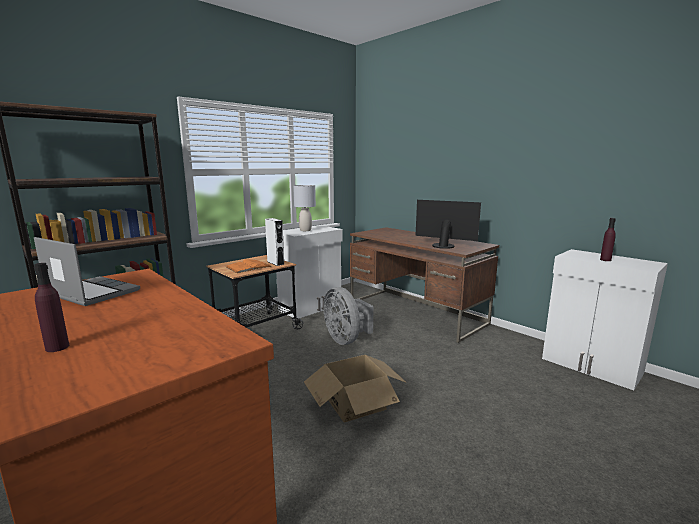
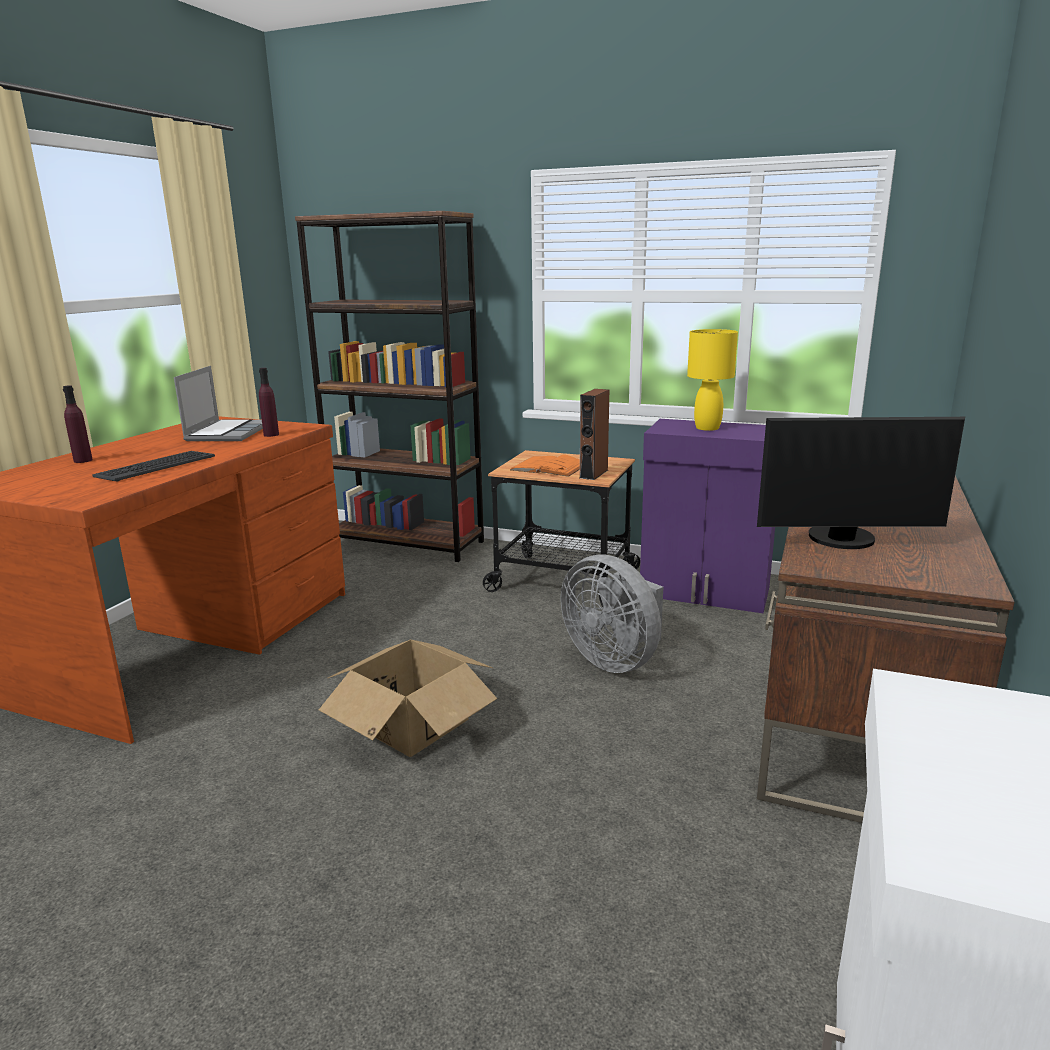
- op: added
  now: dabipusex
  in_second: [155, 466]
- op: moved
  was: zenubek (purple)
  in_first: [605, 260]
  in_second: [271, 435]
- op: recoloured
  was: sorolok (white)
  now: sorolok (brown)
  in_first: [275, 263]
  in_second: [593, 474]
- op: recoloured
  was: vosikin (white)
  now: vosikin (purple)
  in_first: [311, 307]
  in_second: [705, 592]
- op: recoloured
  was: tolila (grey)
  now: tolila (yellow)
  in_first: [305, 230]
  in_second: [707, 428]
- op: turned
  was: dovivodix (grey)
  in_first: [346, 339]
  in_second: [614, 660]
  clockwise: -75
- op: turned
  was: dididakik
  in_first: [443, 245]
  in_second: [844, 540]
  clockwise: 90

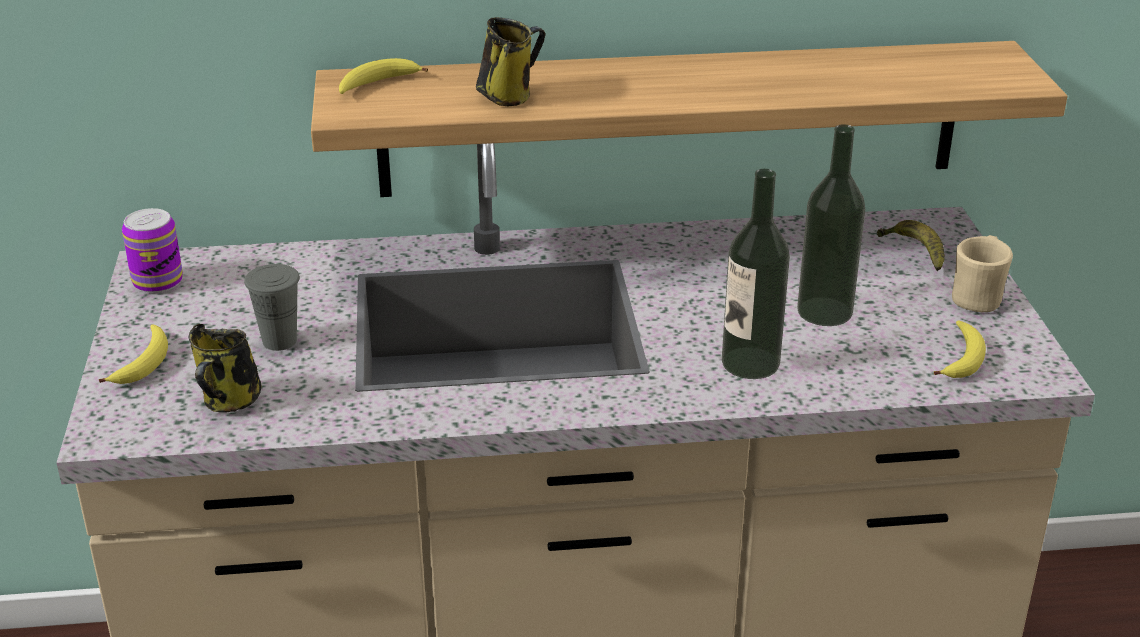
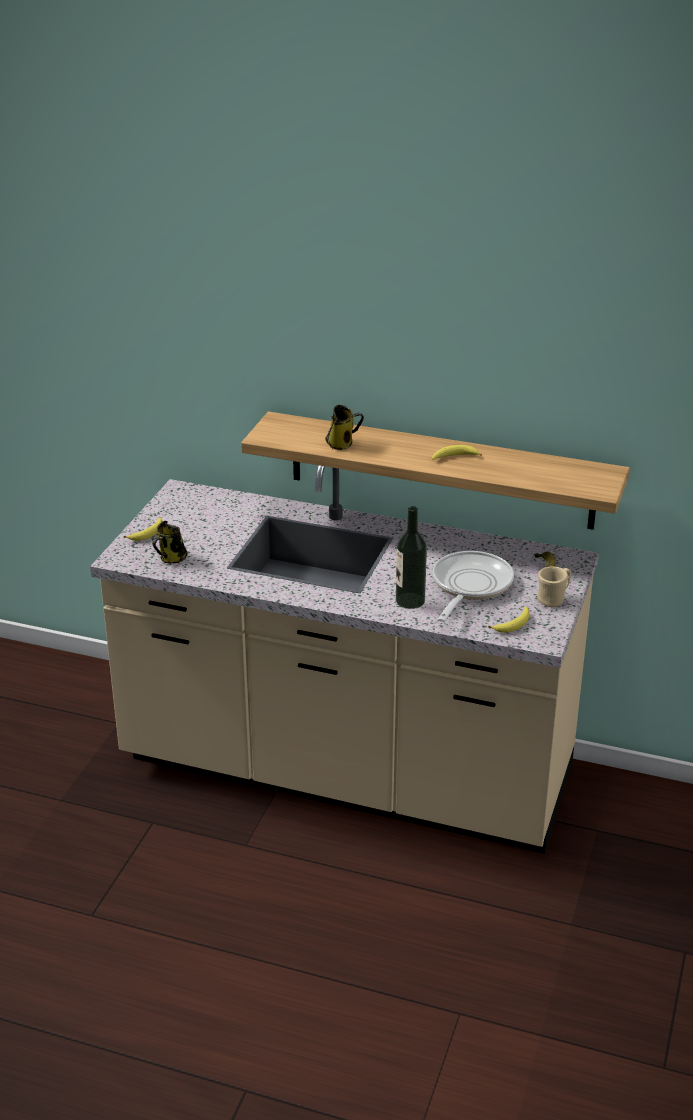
- op: removed
  was: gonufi
  in_first: [158, 282]
- op: removed
  was: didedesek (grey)
  in_first: [279, 341]
- op: moved
  was: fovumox
  in_first: [377, 85]
  in_second: [454, 457]
- op: replaced
  was: zenubek
  now: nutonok
  in_first: [824, 311]
  in_second: [469, 586]

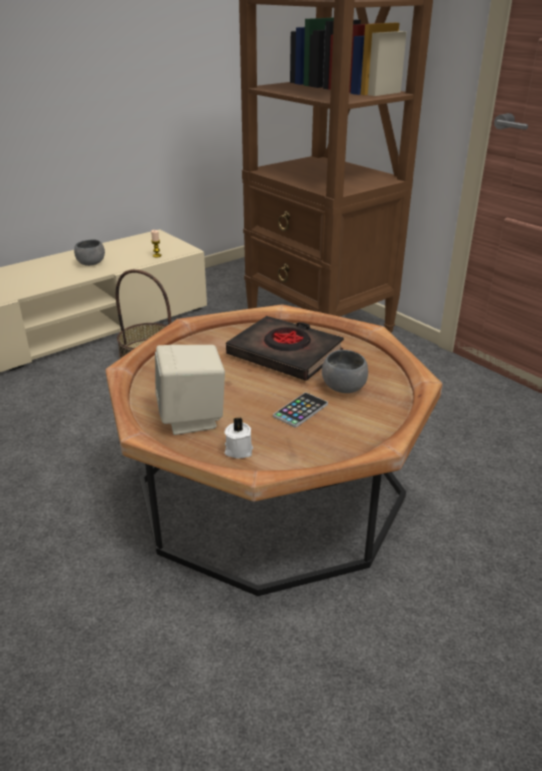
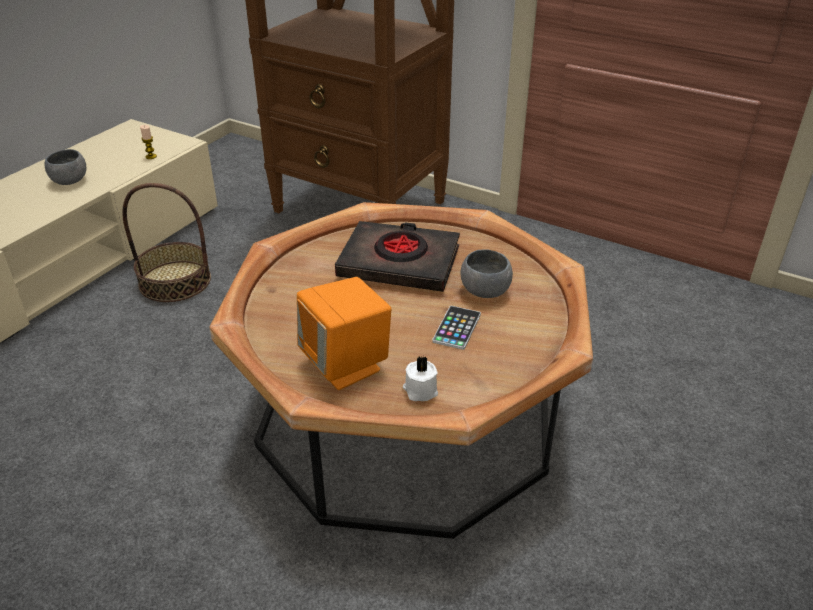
- op: recoloured
  was: sorolok (beige)
  now: sorolok (orange)
  in_first: [192, 418]
  in_second: [346, 365]

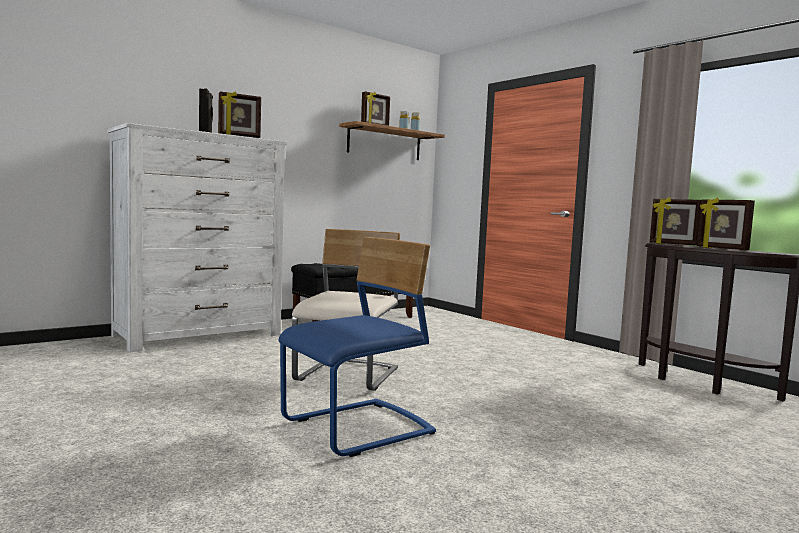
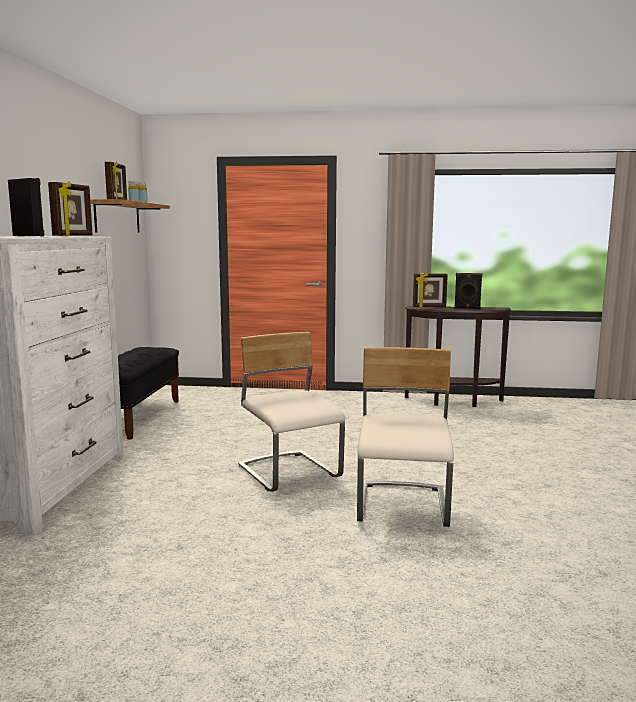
- op: replaced
  was: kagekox
  now: sorolok (black)
  in_first: [721, 248]
  in_second: [467, 308]
- op: recoloured
  was: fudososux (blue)
  now: fudososux (beige)
  in_first: [358, 429]
  in_second: [403, 507]

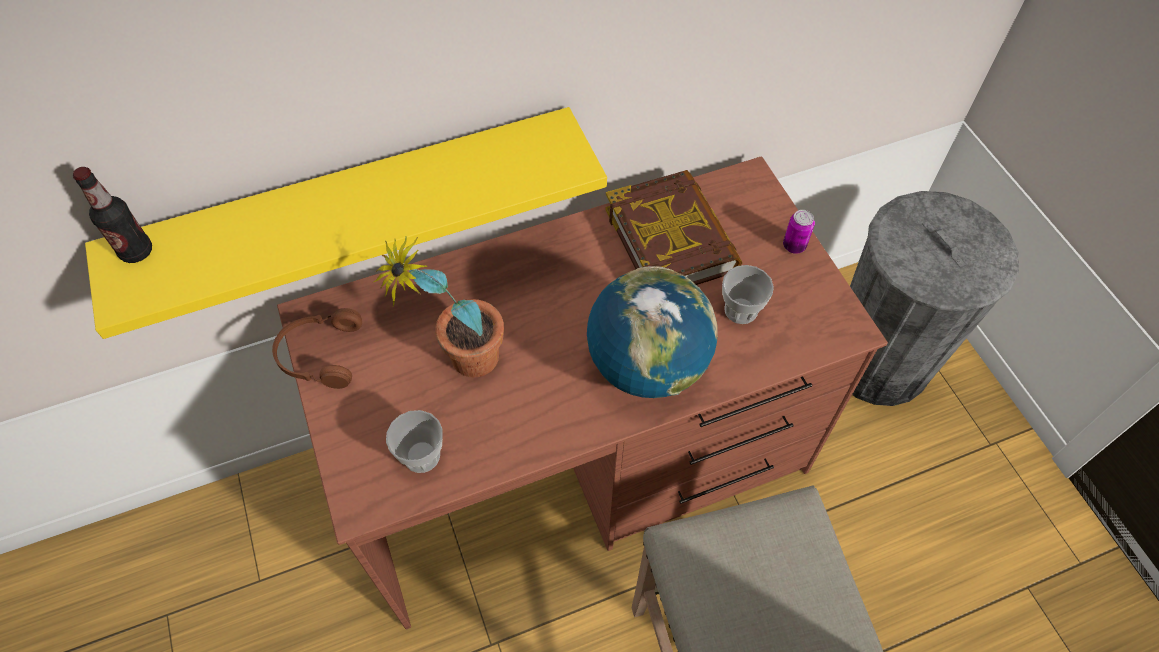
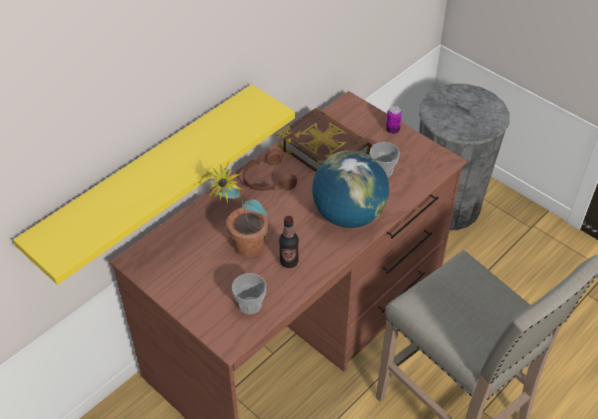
- op: moved
  was: zenubek
  in_first: [136, 251]
  in_second: [289, 262]
- op: moved
  was: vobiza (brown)
  in_first: [319, 355]
  in_second: [267, 180]

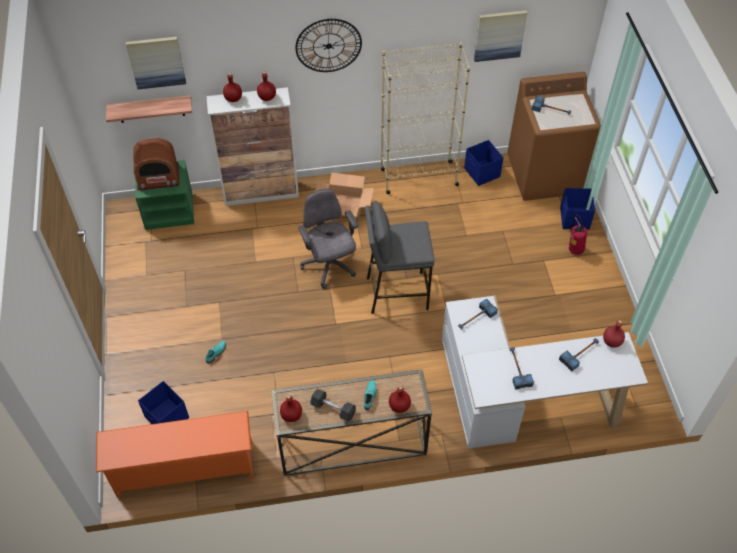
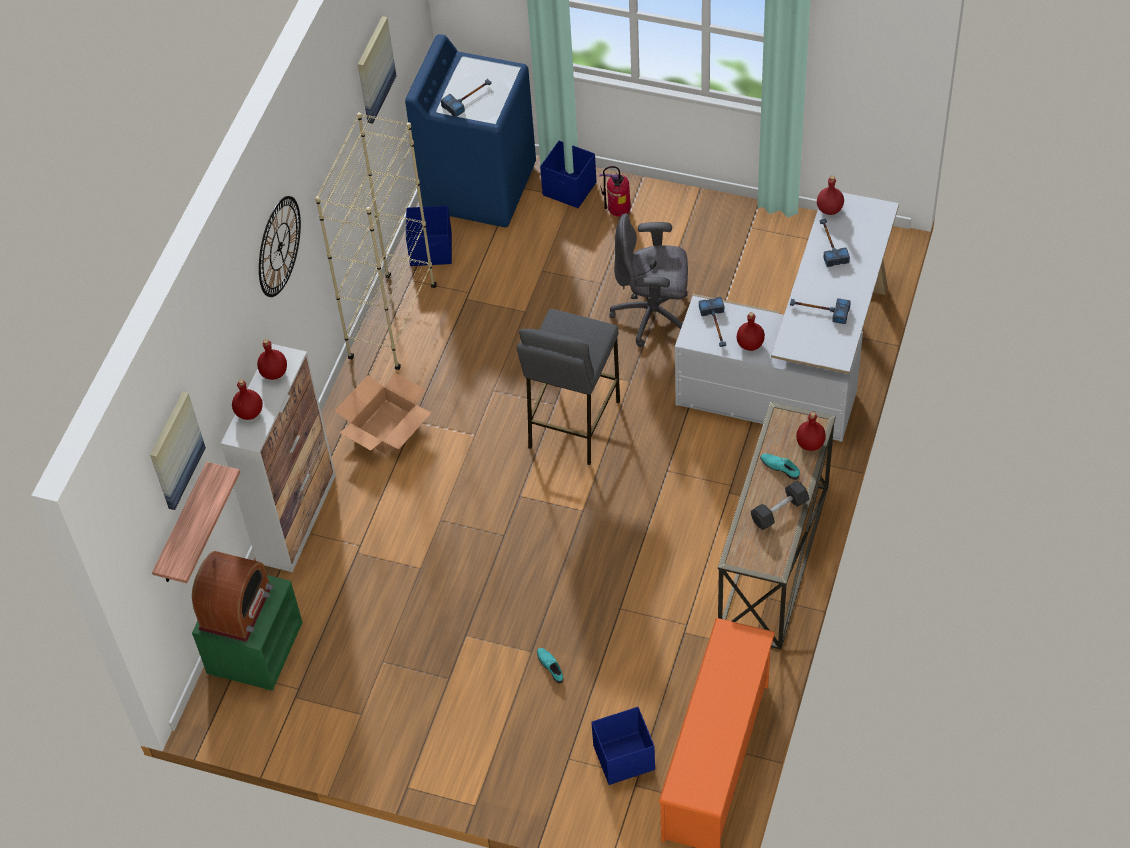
- op: moved
  was: zenubek (red)
  in_first: [291, 415]
  in_second: [749, 344]
- op: moved
  was: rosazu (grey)
  in_first: [329, 266]
  in_second: [653, 315]
- op: recoloured
  was: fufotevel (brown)
  now: fufotevel (blue)
  in_first: [544, 174]
  in_second: [479, 186]

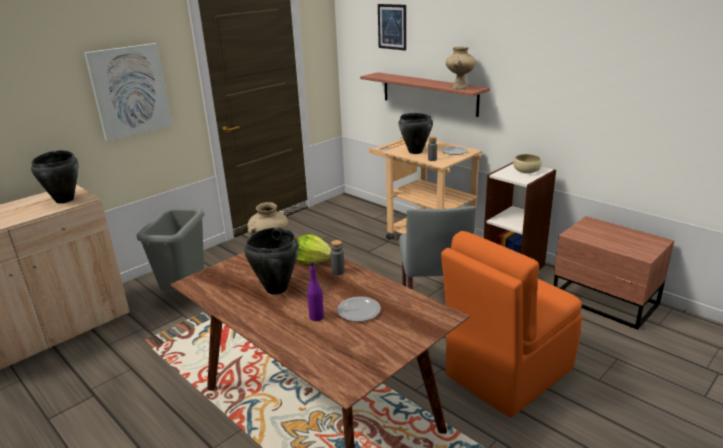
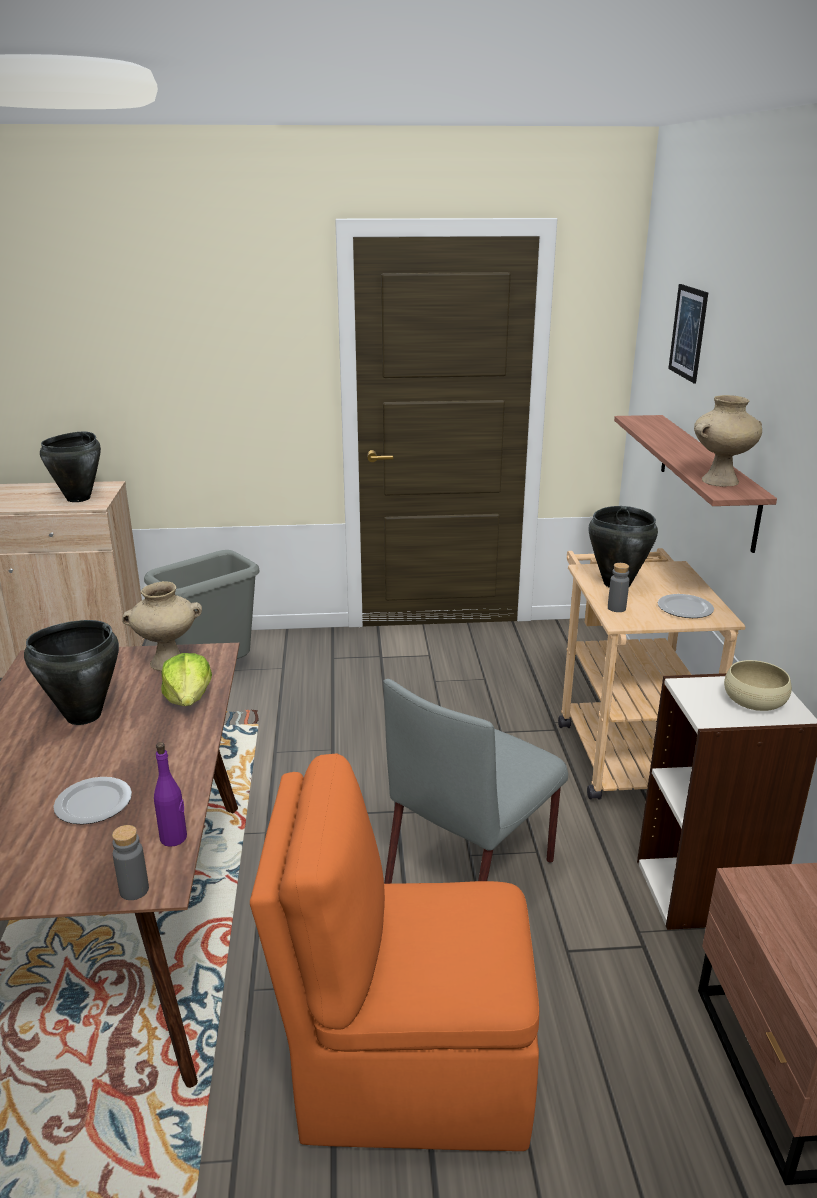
- op: removed
  was: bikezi
  in_first: [130, 91]
- op: moved
  was: zenubek (purple)
  in_first: [317, 317]
  in_second: [174, 838]
- op: moved
  was: zenubek (grey)
  in_first: [338, 272]
  in_second: [134, 890]

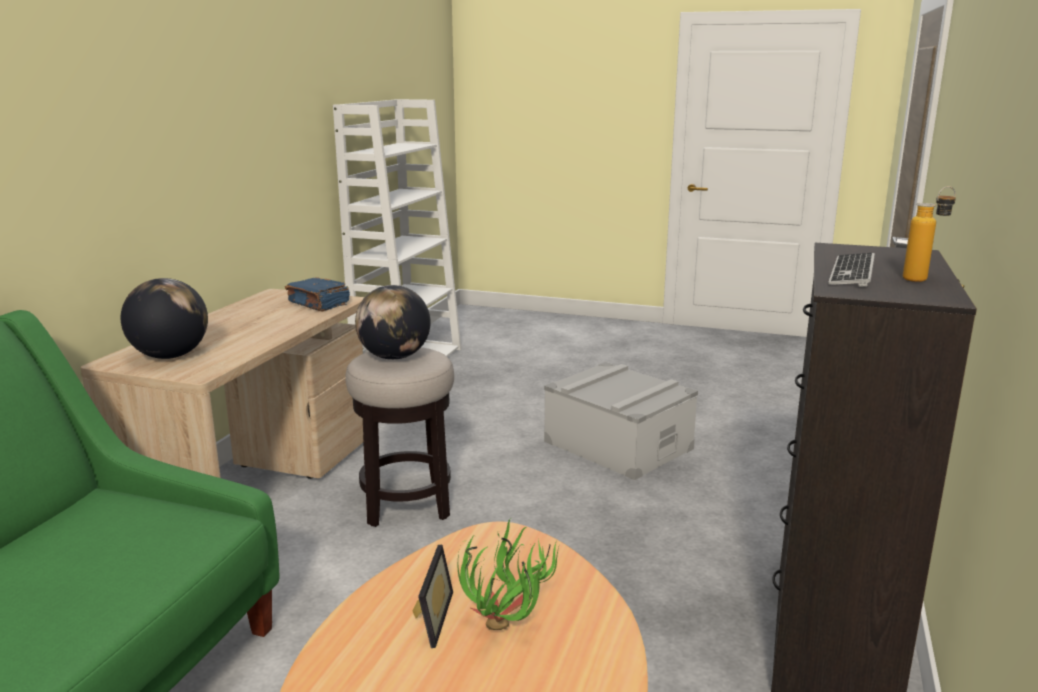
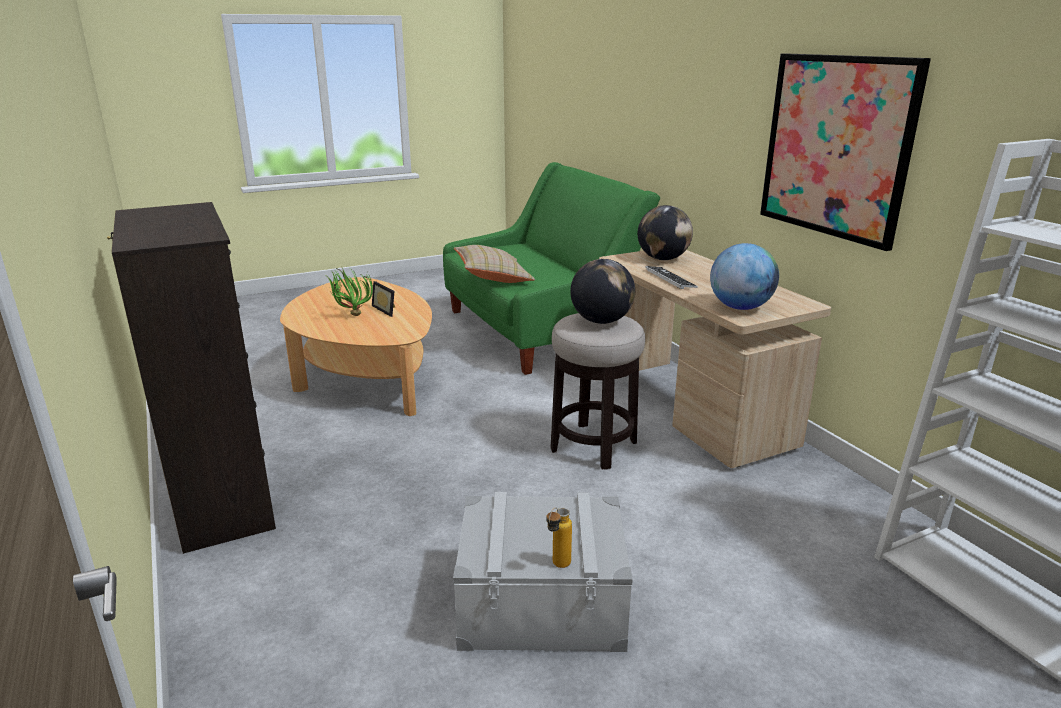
- op: added
  now: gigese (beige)
  in_second: [492, 278]
- op: added
  now: bikezi
  in_second: [836, 147]
- op: moved
  was: dabipusex
  in_first: [852, 272]
  in_second: [670, 278]
- op: moved
  was: zenubek
  in_first: [923, 279]
  in_second: [557, 567]
- op: replaced
  was: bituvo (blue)
  now: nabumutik
  in_first: [319, 304]
  in_second: [740, 307]

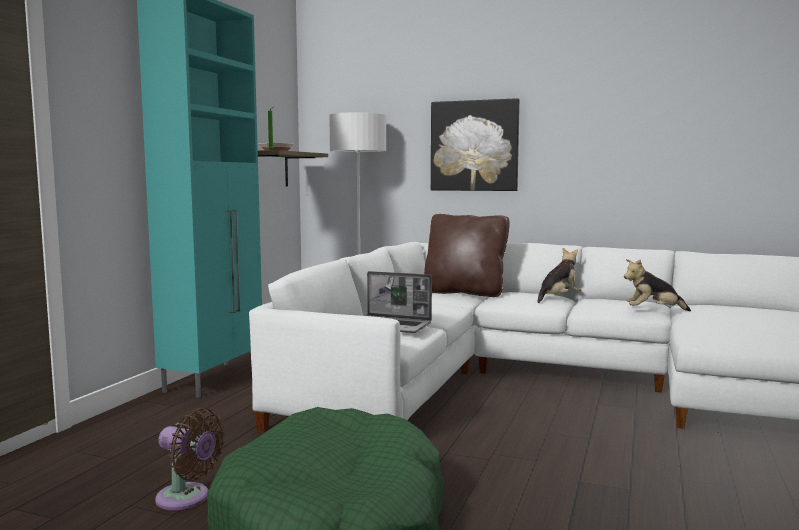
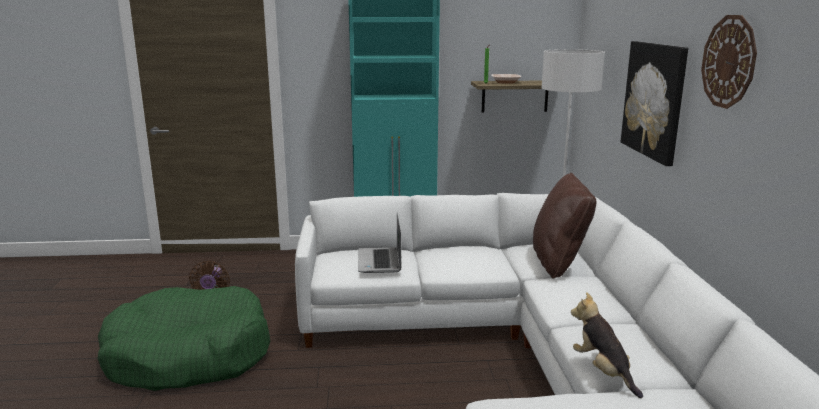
- op: removed
  was: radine
  in_first: [558, 298]
- op: added
  now: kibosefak
  in_second: [729, 61]

